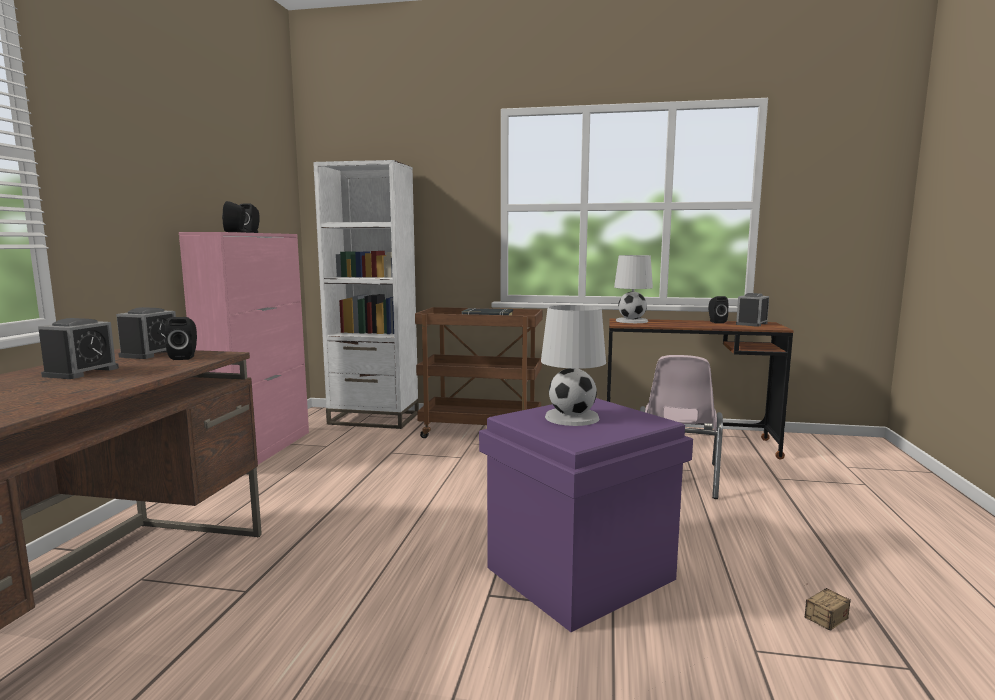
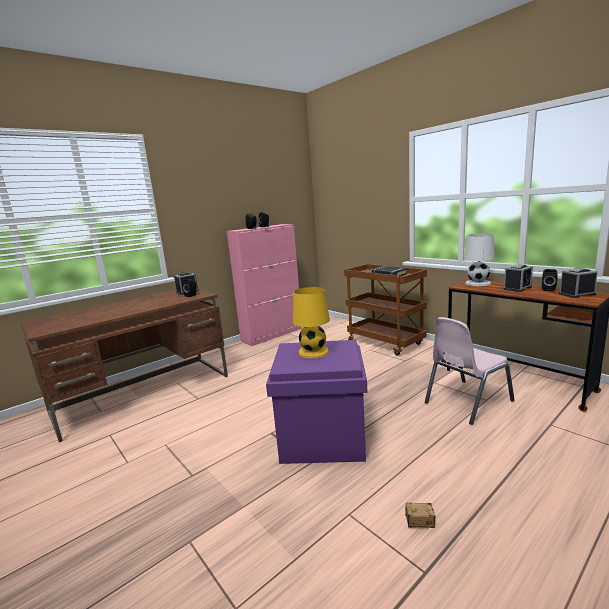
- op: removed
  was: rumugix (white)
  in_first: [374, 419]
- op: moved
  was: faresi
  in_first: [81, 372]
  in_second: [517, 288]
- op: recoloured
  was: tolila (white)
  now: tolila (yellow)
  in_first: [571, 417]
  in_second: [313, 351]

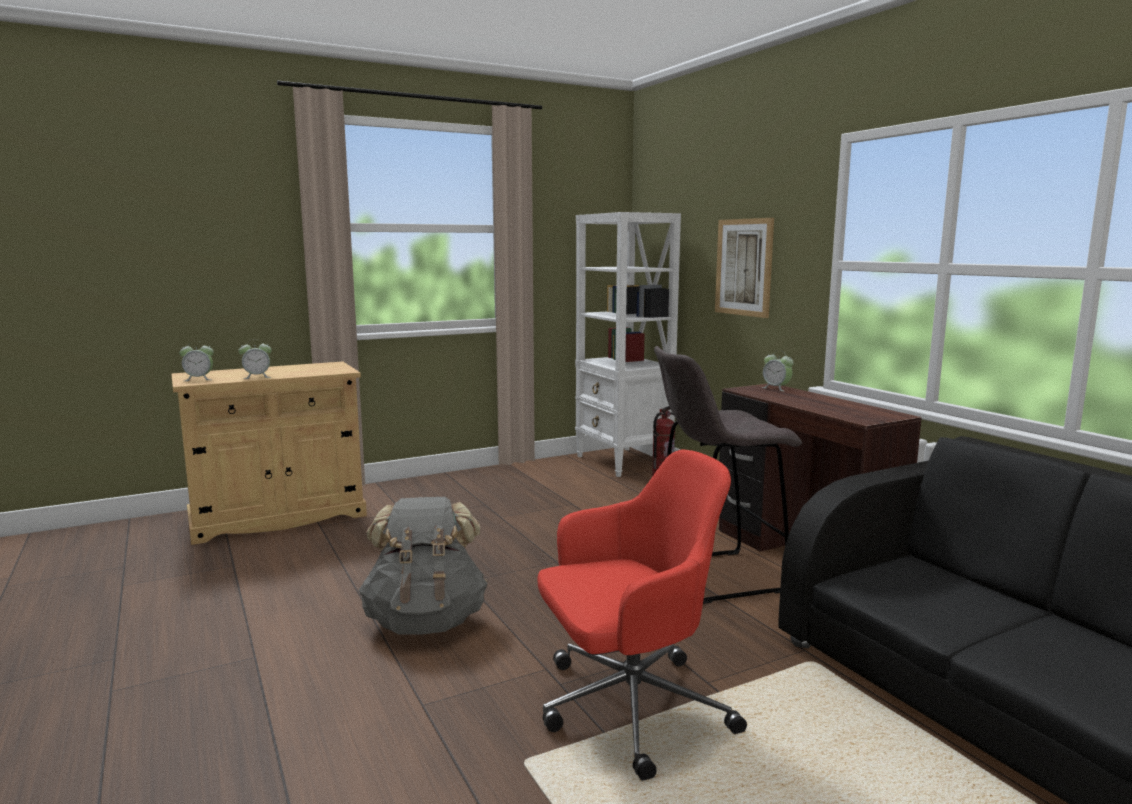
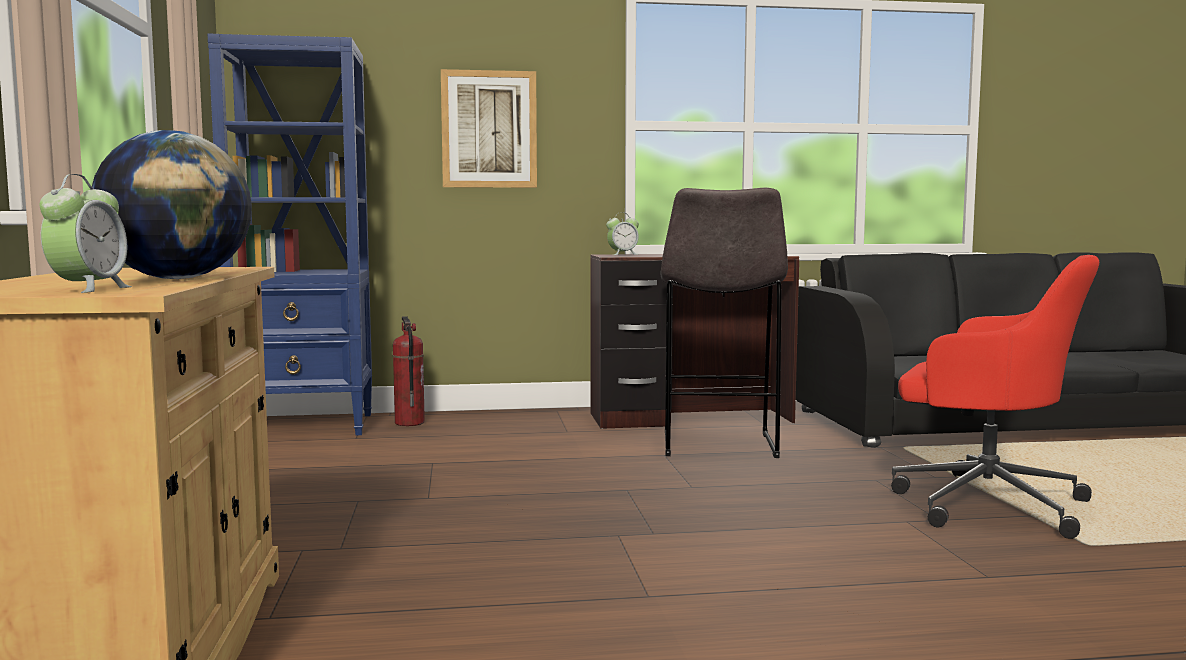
- op: removed
  was: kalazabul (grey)
  in_first: [426, 621]
- op: replaced
  was: faresi
  now: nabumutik
  in_first: [257, 377]
  in_second: [177, 279]
- op: recoloured
  was: rumugix (white)
  now: rumugix (blue)
  in_first: [623, 462]
  in_second: [306, 426]
- op: turned
  was: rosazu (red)
  in_first: [629, 708]
  in_second: [984, 503]
  clockwise: 120

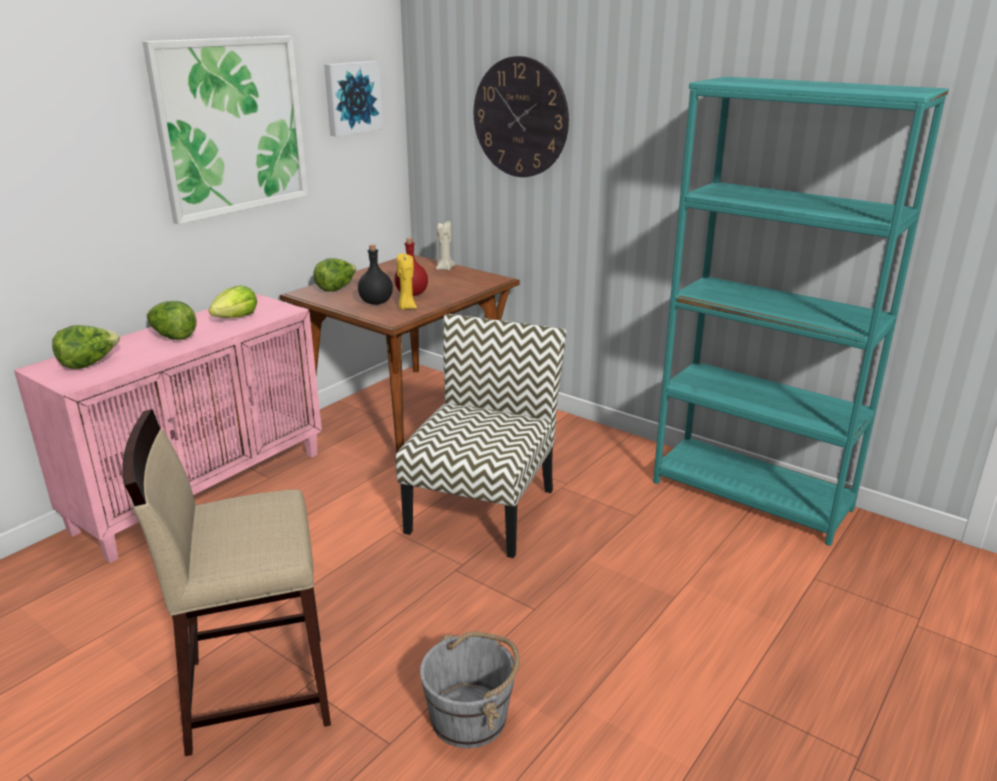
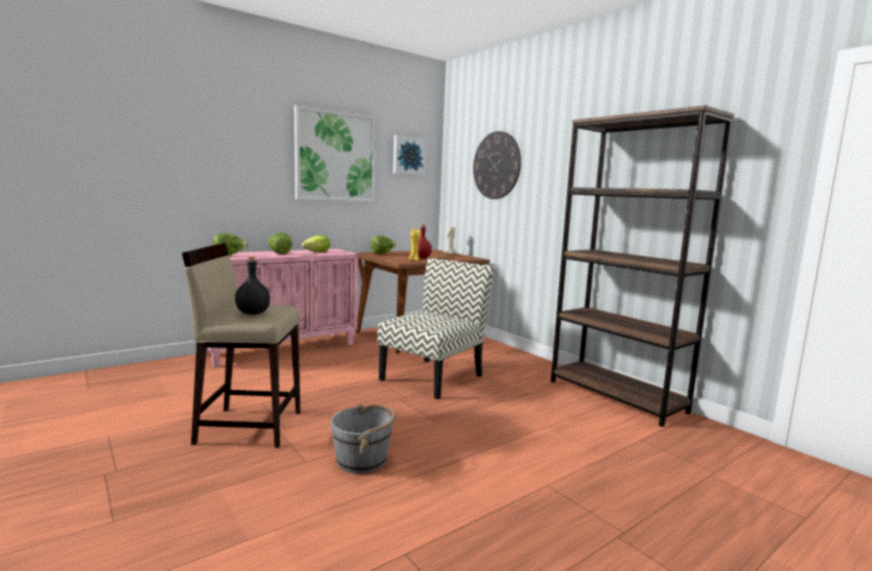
- op: moved
  was: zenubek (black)
  in_first: [376, 302]
  in_second: [253, 313]
- op: recoloured
  was: rumugix (turquoise)
  now: rumugix (brown)
  in_first: [751, 495]
  in_second: [616, 396]

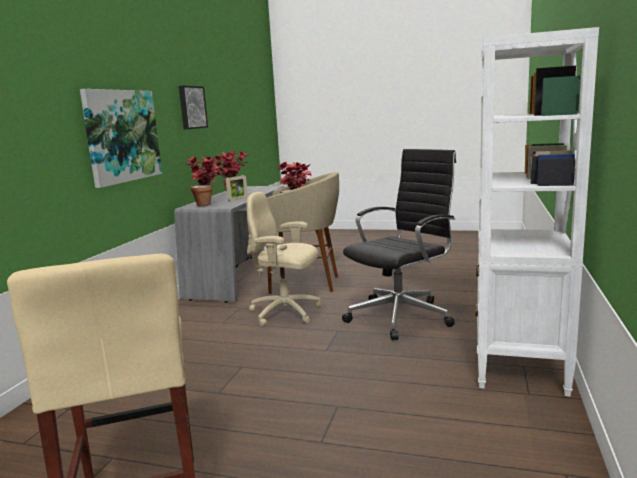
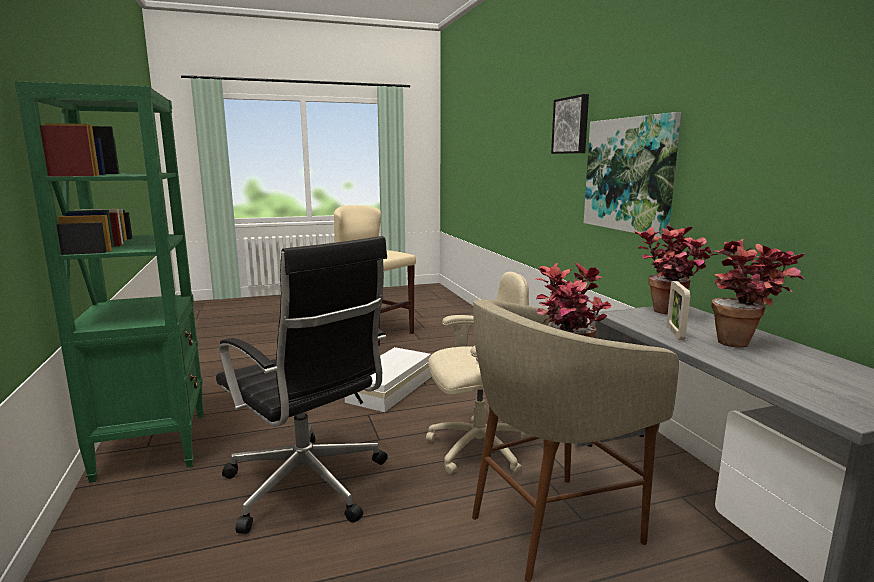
- op: added
  now: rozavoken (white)
  in_second: [392, 388]
- op: moved
  was: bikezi
  in_first: [191, 107]
  in_second: [571, 125]
- op: recoloured
  was: rumugix (white)
  now: rumugix (green)
  in_first: [519, 366]
  in_second: [153, 444]
- op: turned
  was: rosazu (black)
  in_first: [402, 316]
  in_second: [308, 486]
  clockwise: -60

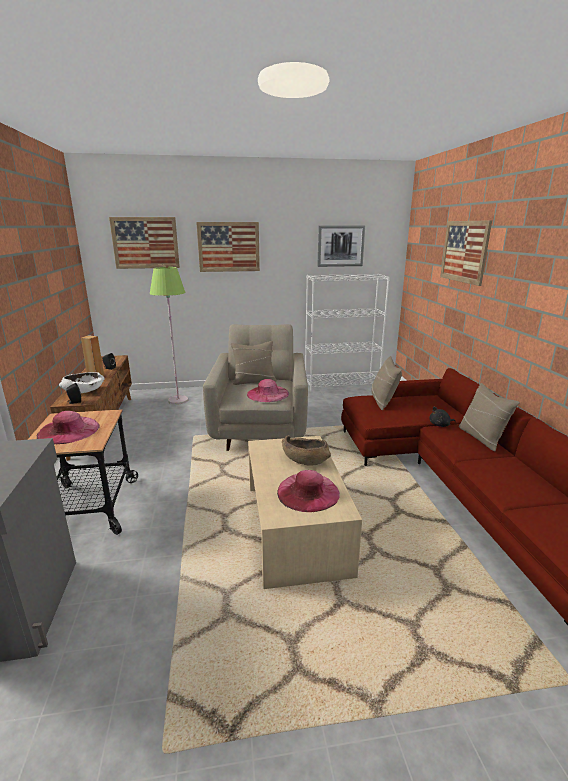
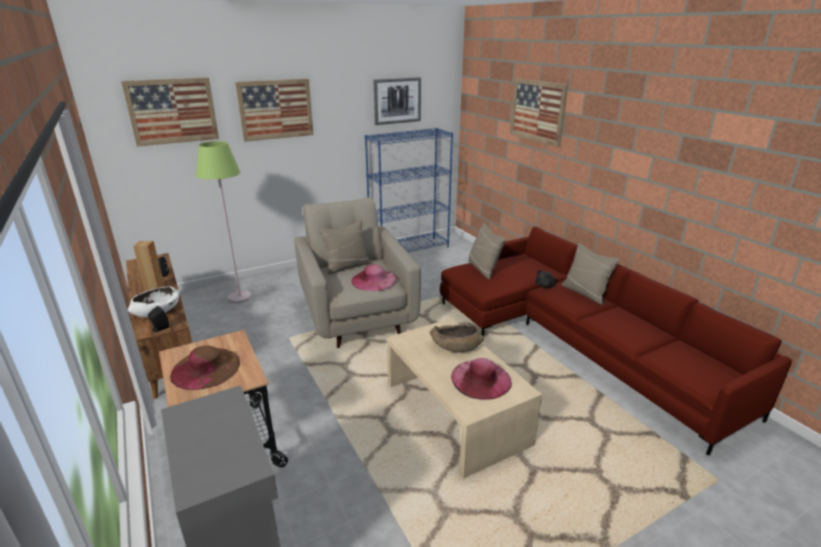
- op: recoloured
  was: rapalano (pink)
  now: rapalano (brown)
  in_first: [68, 430]
  in_second: [206, 368]
- op: recoloured
  was: rumugix (white)
  now: rumugix (blue)
  in_first: [342, 384]
  in_second: [409, 249]

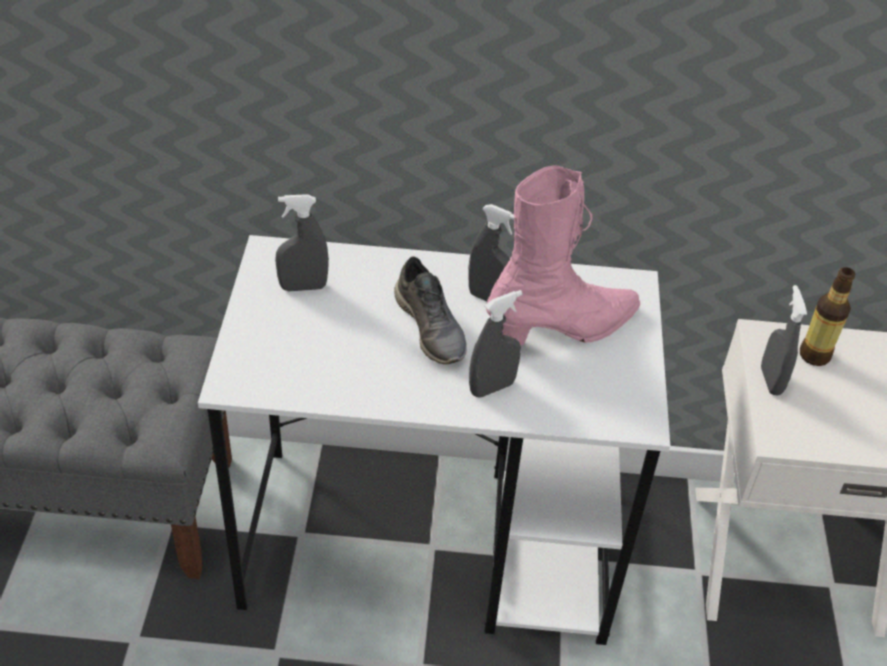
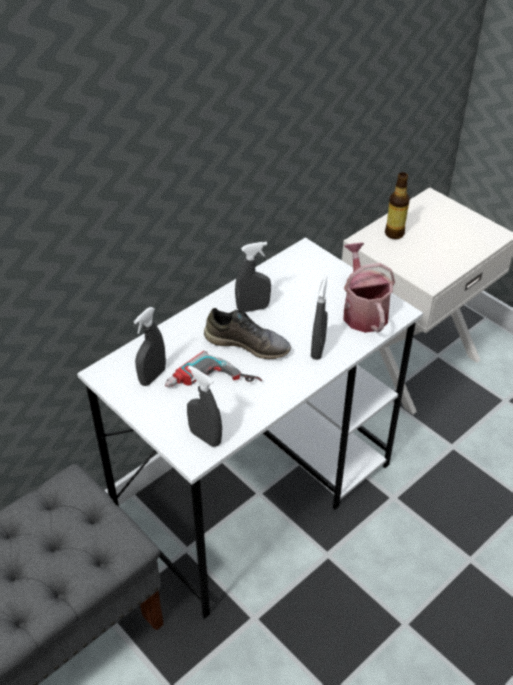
- op: removed
  was: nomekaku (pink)
  in_first: [563, 329]
- op: added
  now: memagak
  in_second: [212, 386]
- op: added
  now: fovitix
  in_second: [363, 311]
- op: moved
  was: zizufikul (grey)
  in_first: [771, 381]
  in_second: [205, 437]

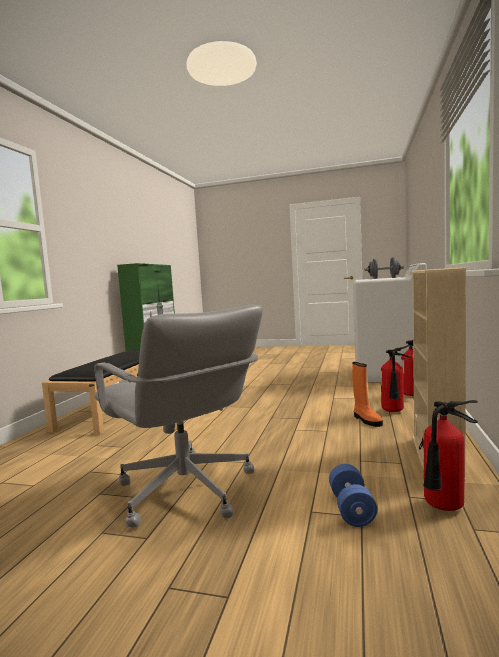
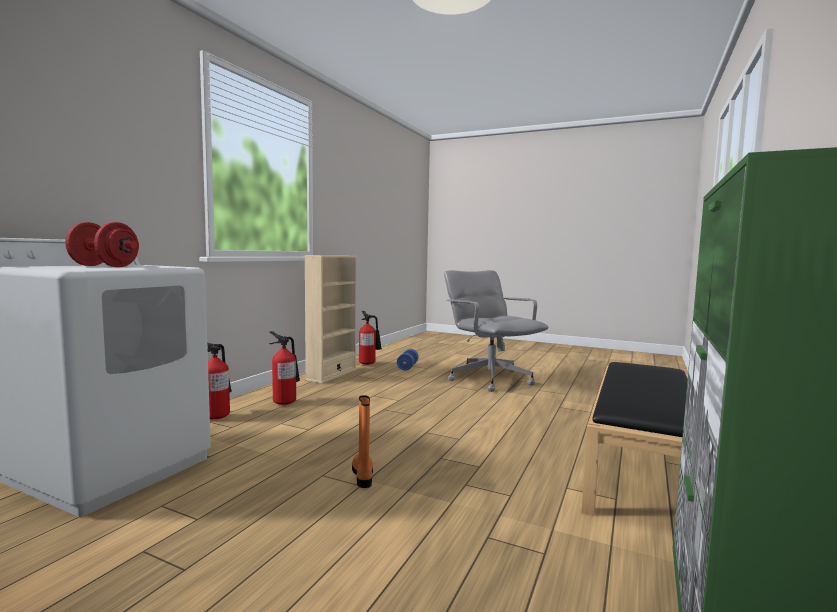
- op: moved
  was: nomekaku (orange)
  in_first: [366, 420]
  in_second: [363, 475]
- op: recoloured
  was: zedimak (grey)
  now: zedimak (red)
  in_first: [384, 278]
  in_second: [104, 266]

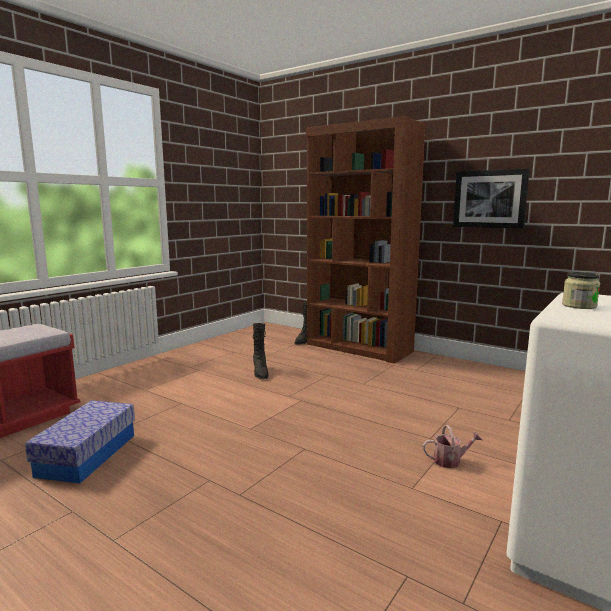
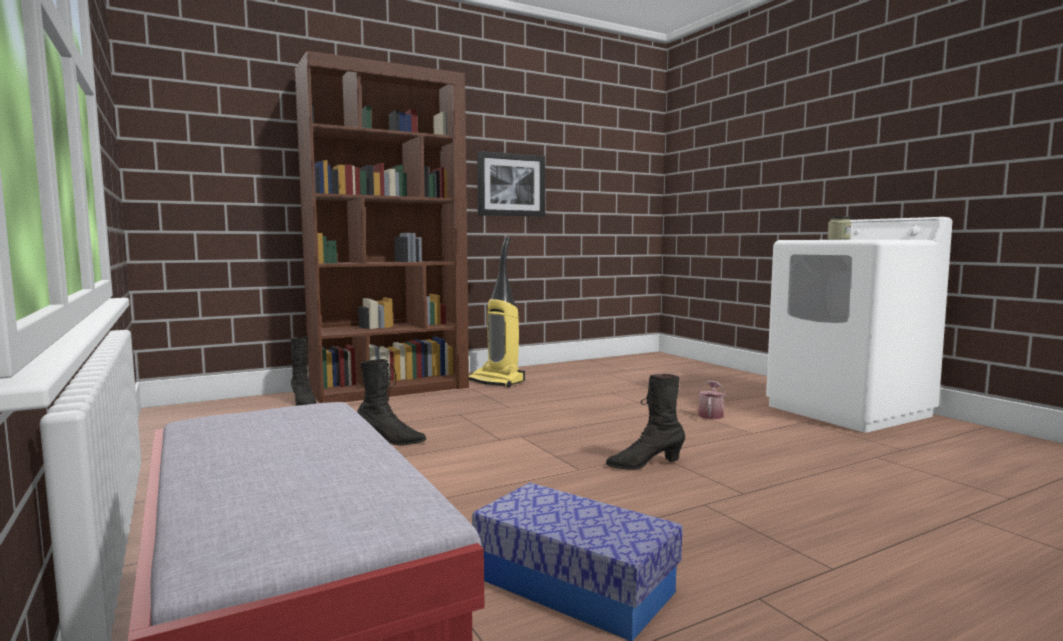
- op: added
  now: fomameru
  in_second: [497, 381]
- op: added
  now: nomekaku (black)
  in_second: [644, 464]

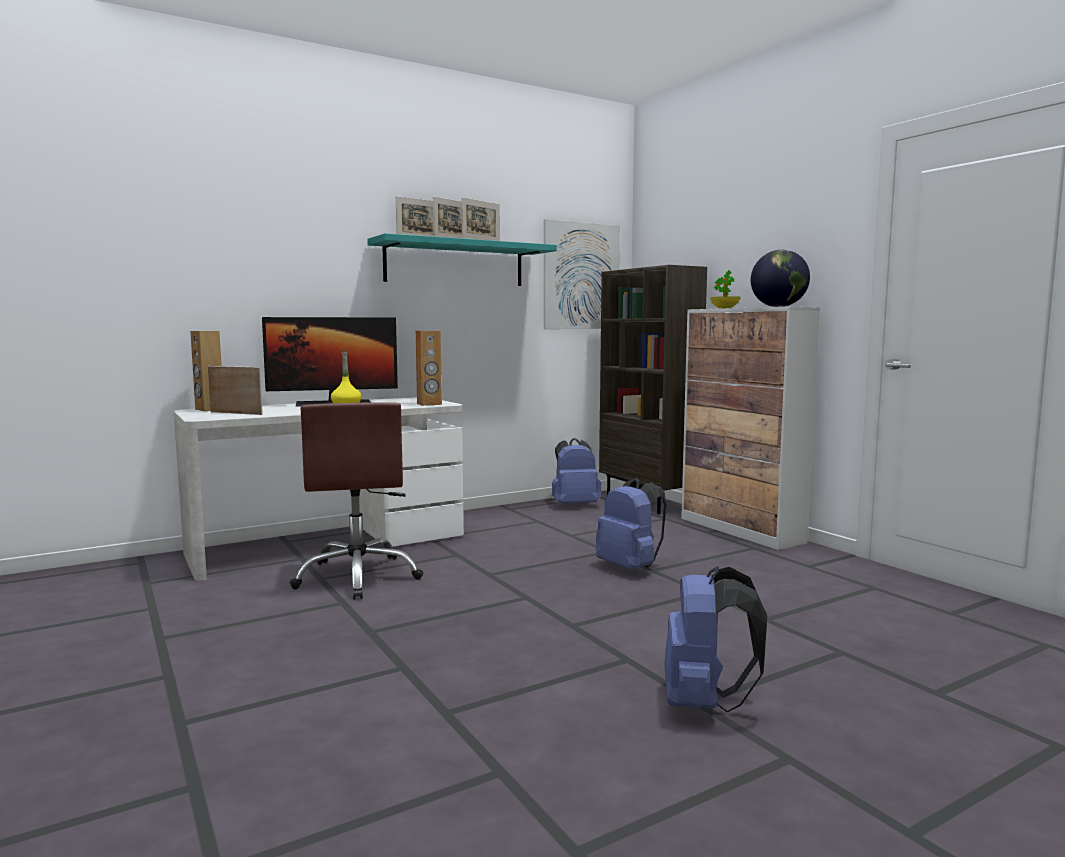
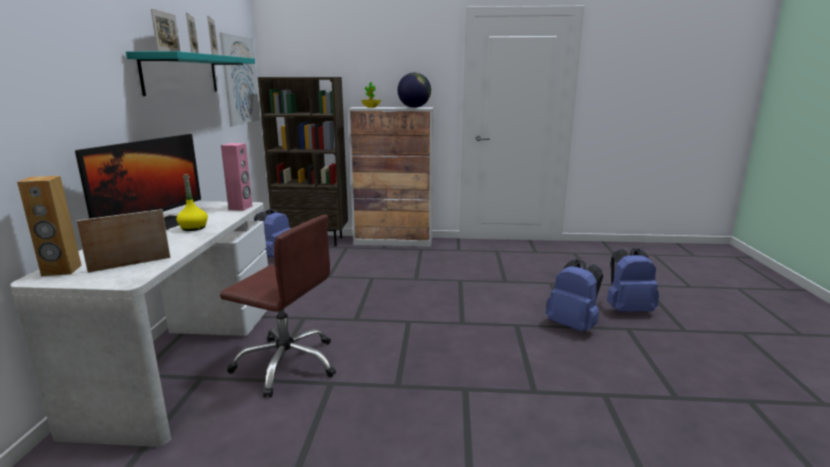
- op: moved
  was: kalazabul (blue)
  in_first: [630, 567]
  in_second: [627, 310]
- op: recoloured
  was: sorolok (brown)
  now: sorolok (pink)
  in_first: [429, 404]
  in_second: [241, 208]

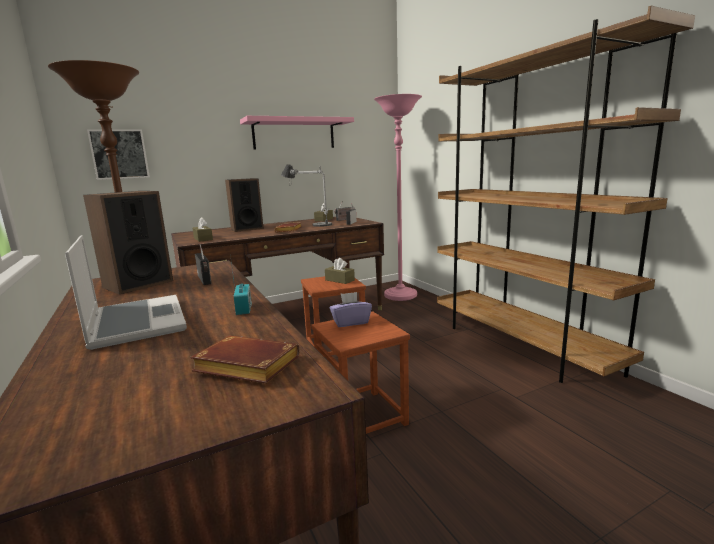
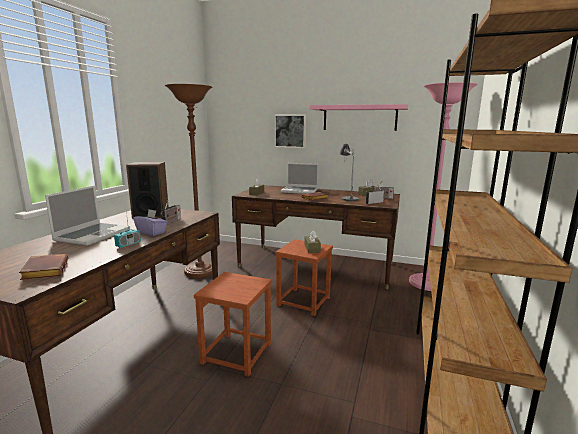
- op: moved
  was: bikezi
  in_first: [119, 154]
  in_second: [290, 131]
- op: moved
  was: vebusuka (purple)
  in_first: [350, 322]
  in_second: [151, 232]
- op: replaced
  was: sorolok
  now: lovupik
  in_first: [247, 228]
  in_second: [300, 191]

